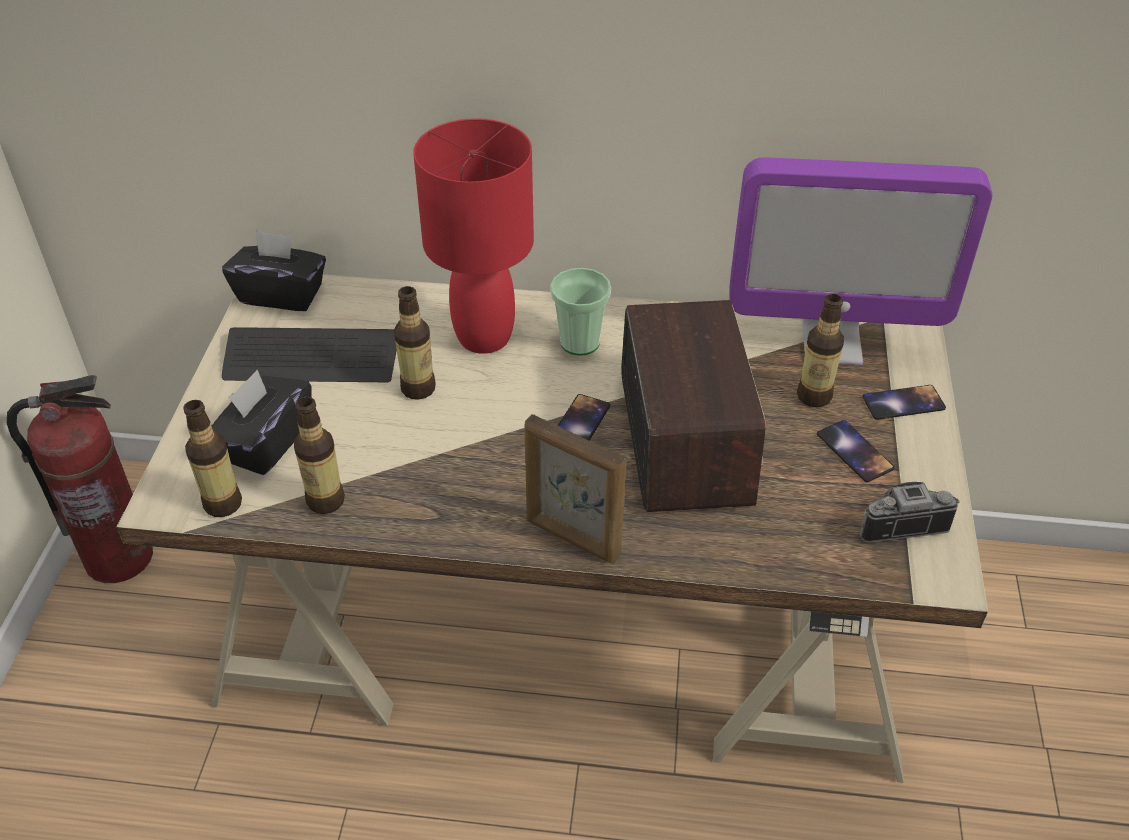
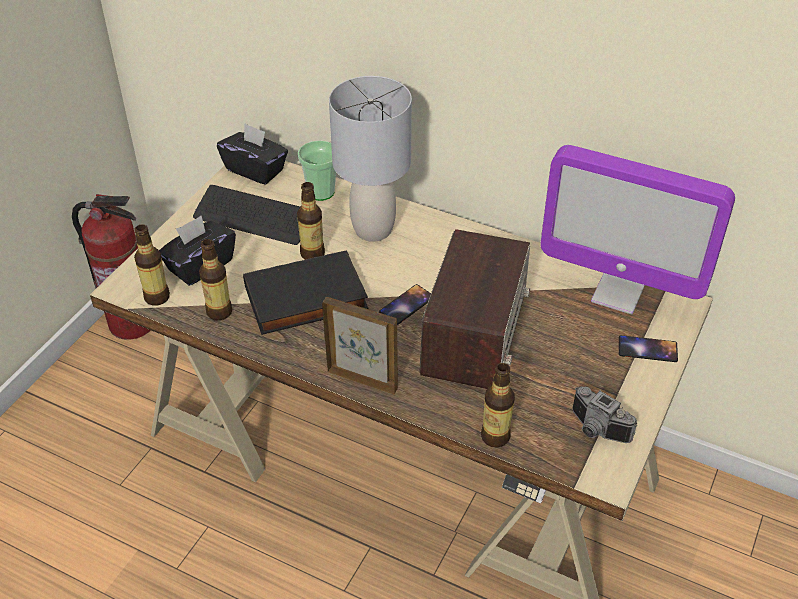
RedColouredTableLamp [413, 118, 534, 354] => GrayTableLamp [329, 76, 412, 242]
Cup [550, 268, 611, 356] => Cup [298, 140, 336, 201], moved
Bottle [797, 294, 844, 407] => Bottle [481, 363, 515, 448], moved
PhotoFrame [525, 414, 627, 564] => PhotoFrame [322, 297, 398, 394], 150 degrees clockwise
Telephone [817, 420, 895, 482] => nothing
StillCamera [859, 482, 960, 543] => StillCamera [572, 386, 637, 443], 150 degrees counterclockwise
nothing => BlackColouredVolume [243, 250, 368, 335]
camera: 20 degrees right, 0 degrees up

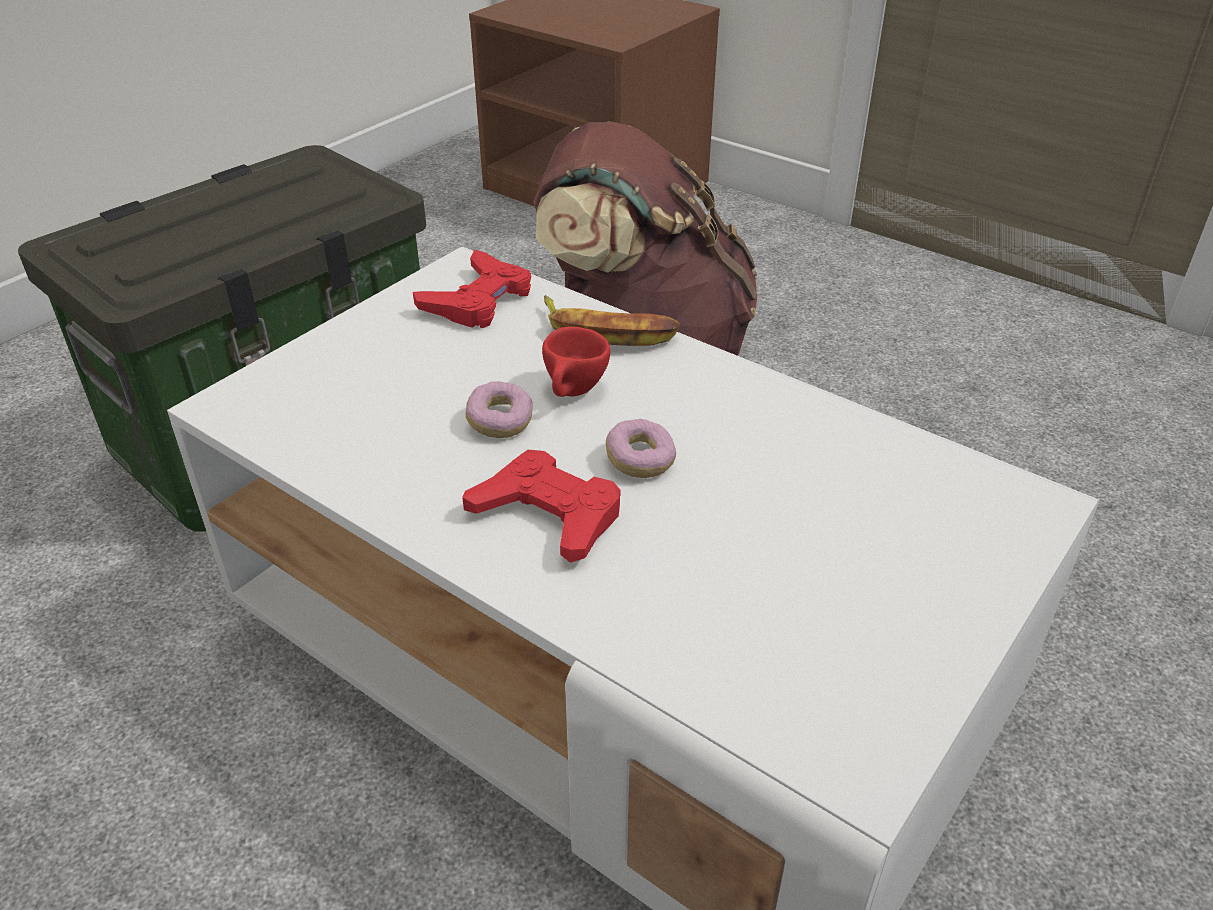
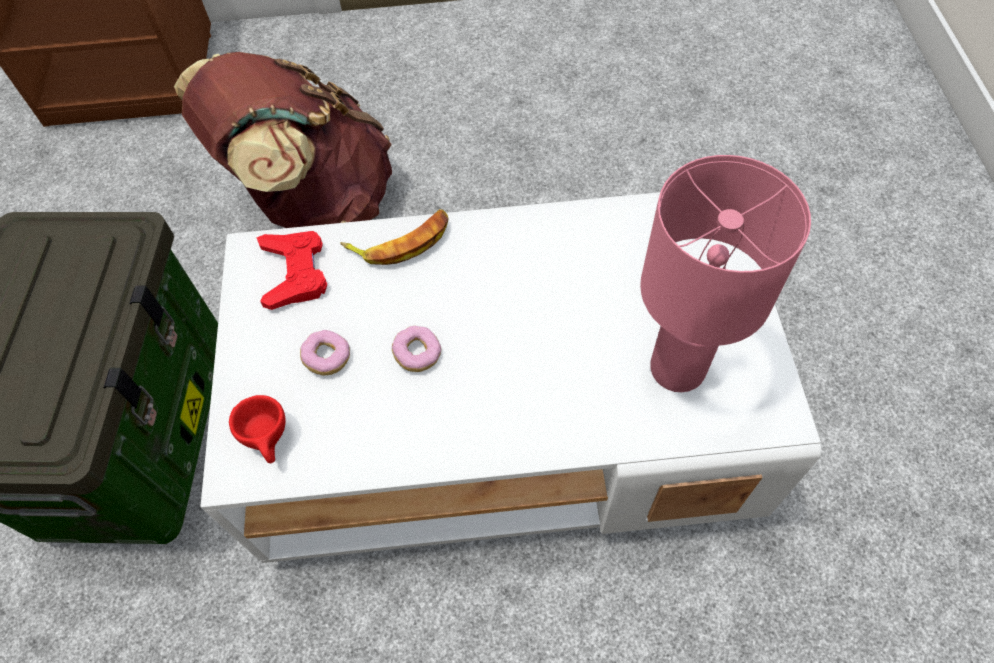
RedColouredCup [542, 327, 610, 397] => RedColouredCup [229, 395, 286, 463], moved
RingDoughnut [606, 419, 676, 478] => RingDoughnut [300, 330, 350, 376], moved
RedColouredGameController [462, 450, 621, 563] => nothing
nothing => PinkishTableLamp [640, 155, 811, 392]
camera: 40 degrees left, 20 degrees up

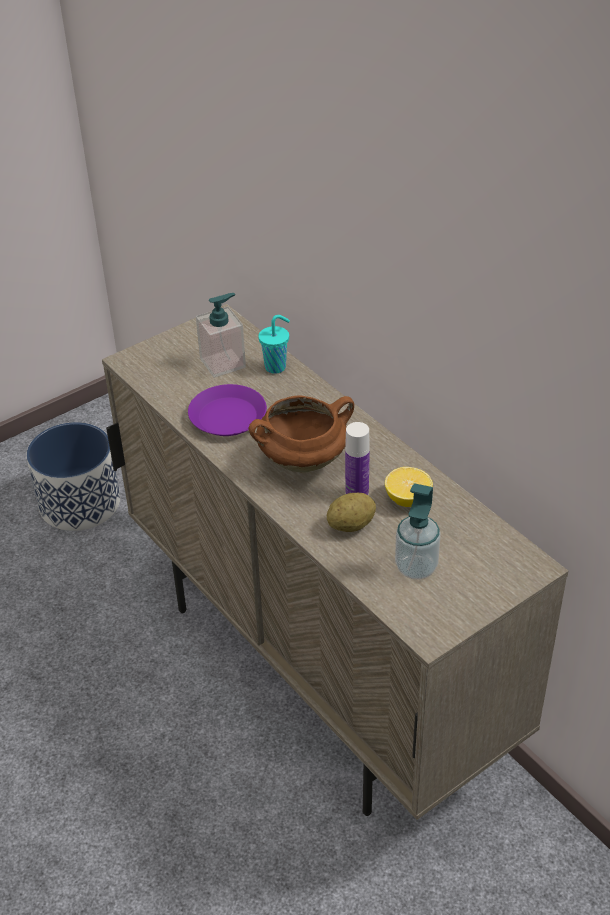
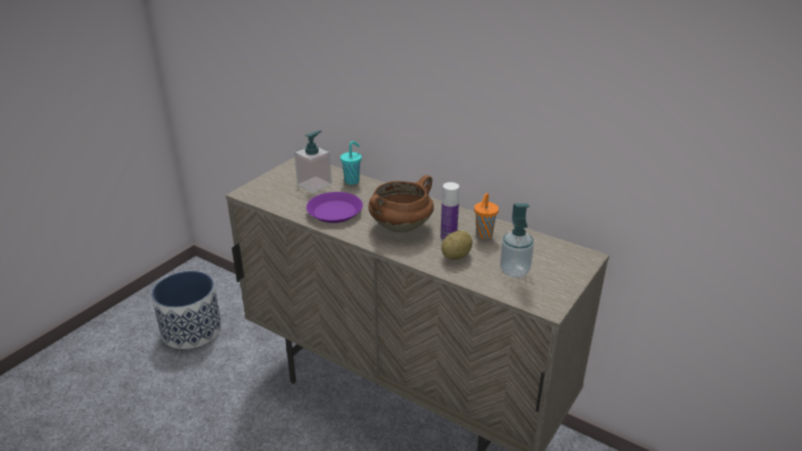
CitrusFruit [385, 467, 433, 507] => OrangeCup [474, 193, 499, 239]
camera: 20 degrees left, 10 degrees down

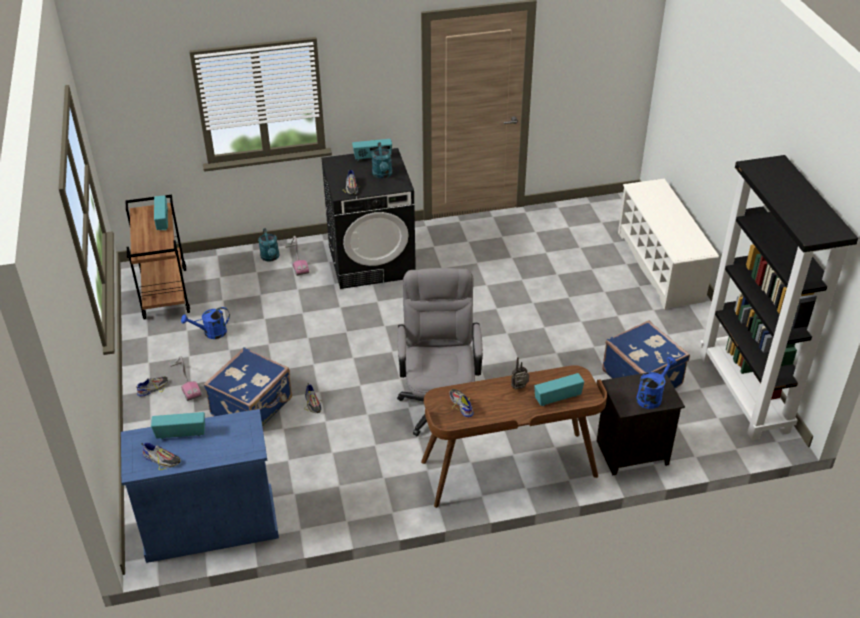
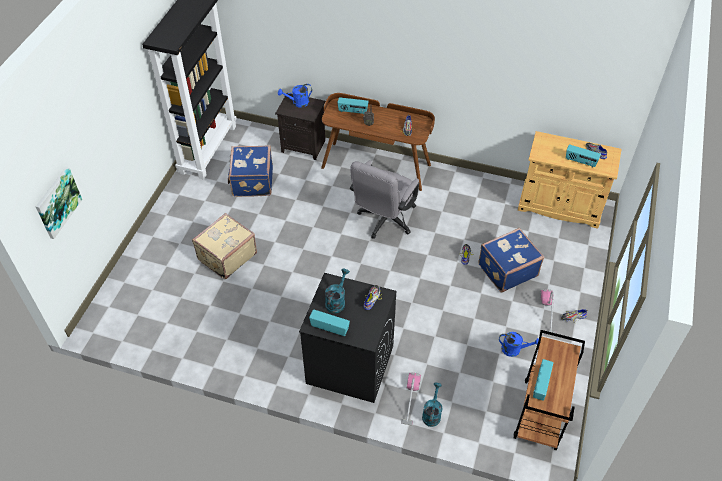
WhiteShoeRack [618, 179, 719, 310] => nothing
BlueColouredCabinet [121, 409, 279, 563] => BeigeColouredCabinet [518, 131, 622, 229]
nothing => Picture [36, 167, 82, 239]
nothing => BeigeColouredSuitcase [192, 213, 257, 279]
camera: 150 degrees left, 10 degrees up

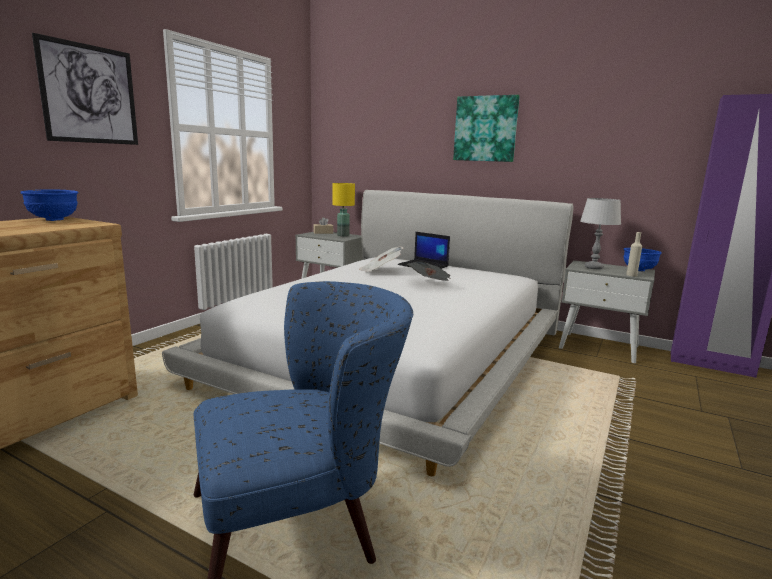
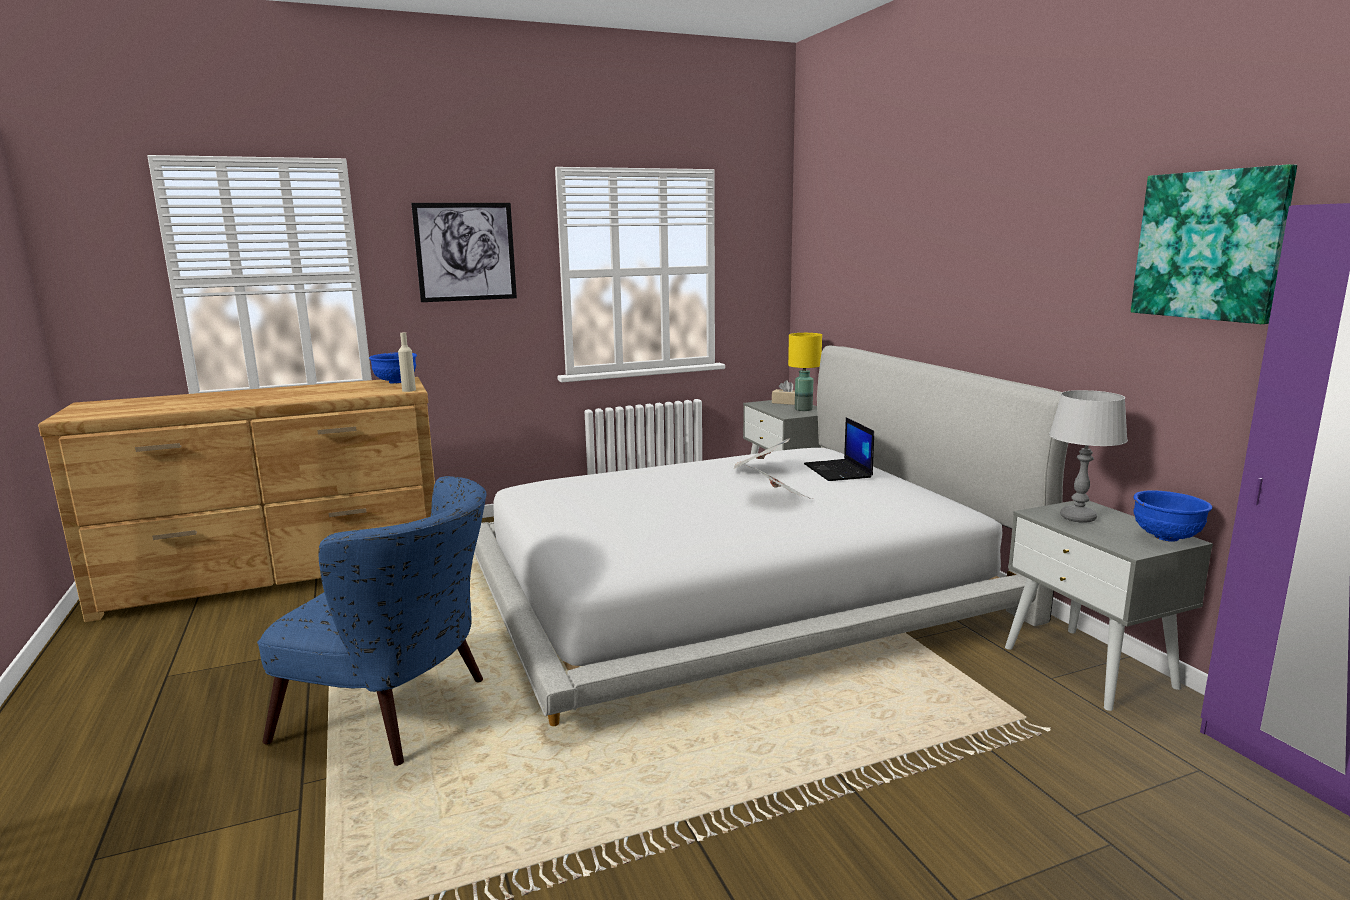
Picture [453, 95, 520, 162] => Picture [1131, 164, 1297, 324], moved
BeigeColouredBottle [626, 232, 642, 276] => BeigeColouredBottle [398, 332, 416, 392], moved
camera: 40 degrees right, 0 degrees up

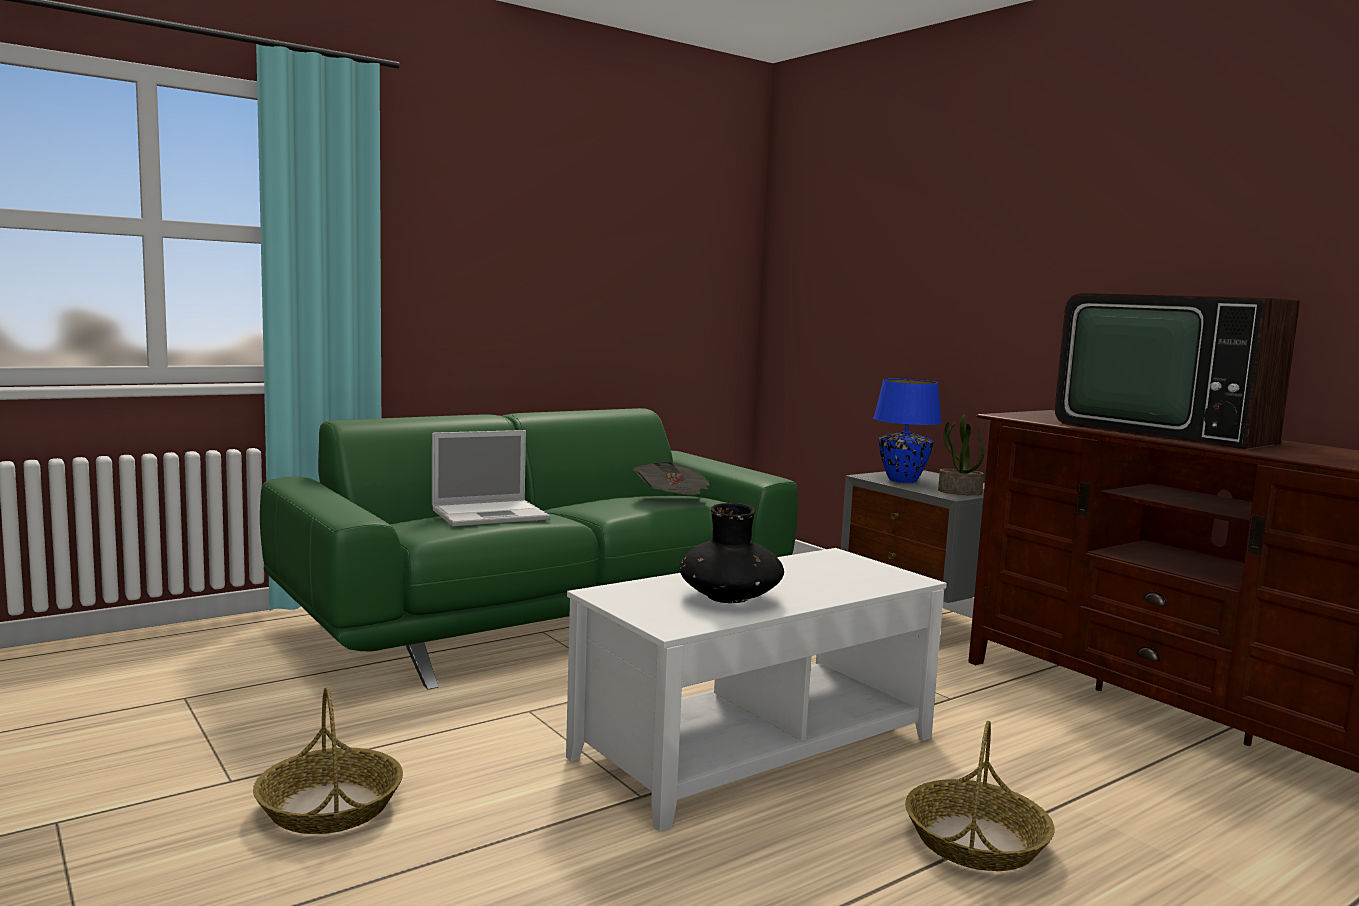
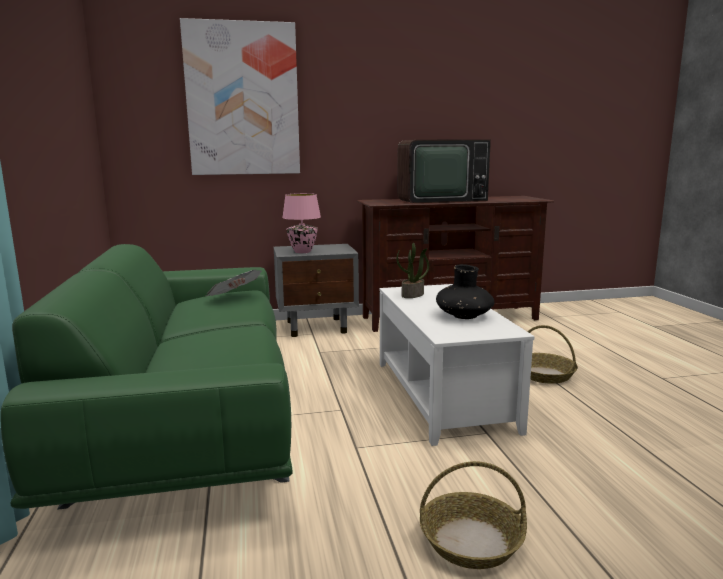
BlueColouredTableLamp [873, 379, 942, 483] => PinkishTableLamp [282, 193, 321, 253]
Houseplant [938, 414, 984, 495] => Houseplant [396, 243, 429, 298], moved
PortableComputer [432, 430, 550, 526] => nothing
nothing => Picture [180, 18, 300, 175]
camera: 65 degrees left, 5 degrees up

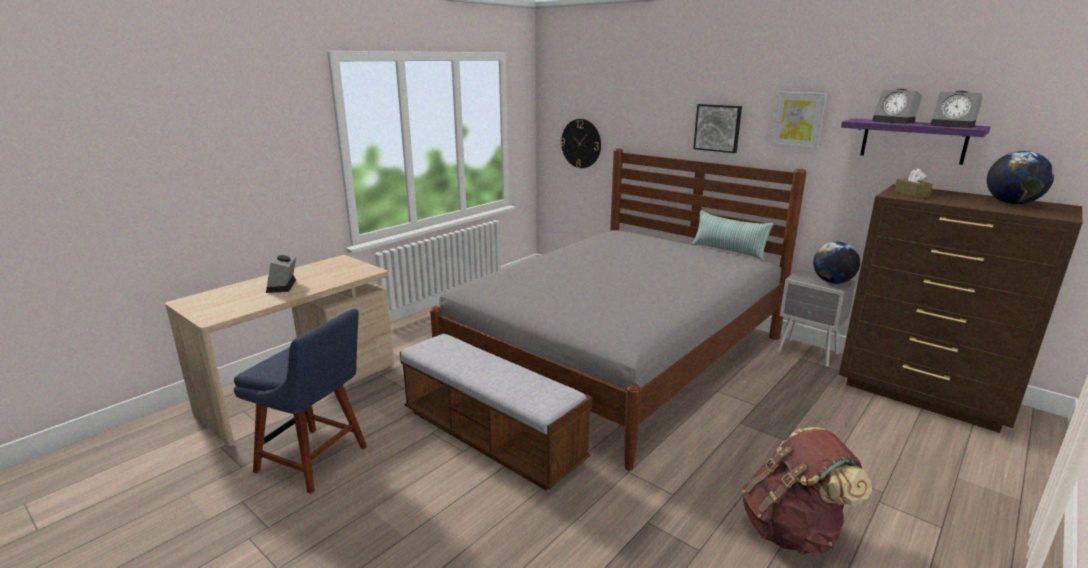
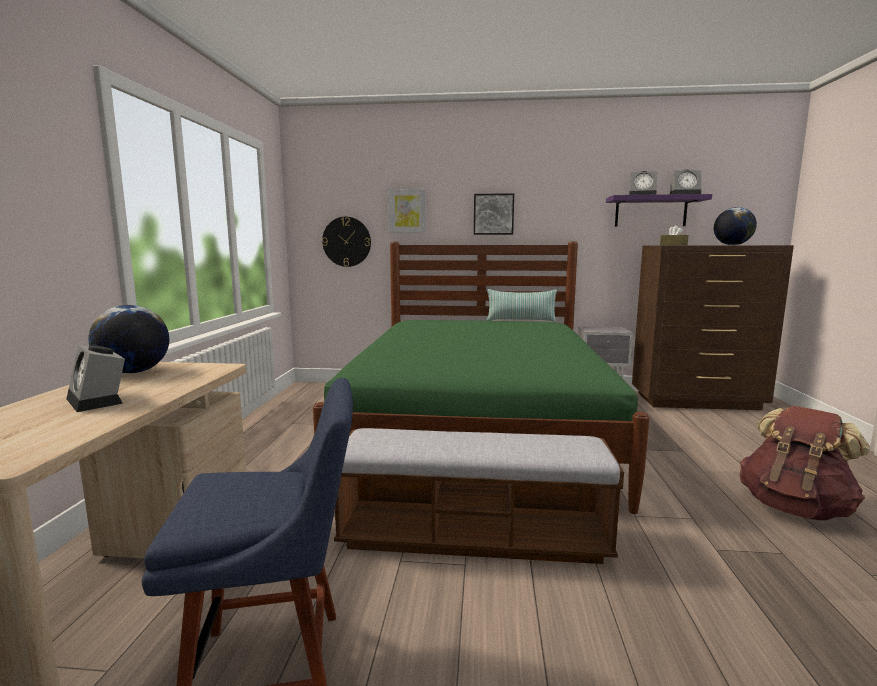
Picture [771, 92, 827, 149] => Picture [389, 189, 426, 233], moved
GrayBed [430, 148, 807, 471] => GreenBed [313, 242, 650, 514]
Globe [813, 241, 860, 284] => Globe [88, 305, 169, 373], moved
camera: 35 degrees left, 10 degrees down

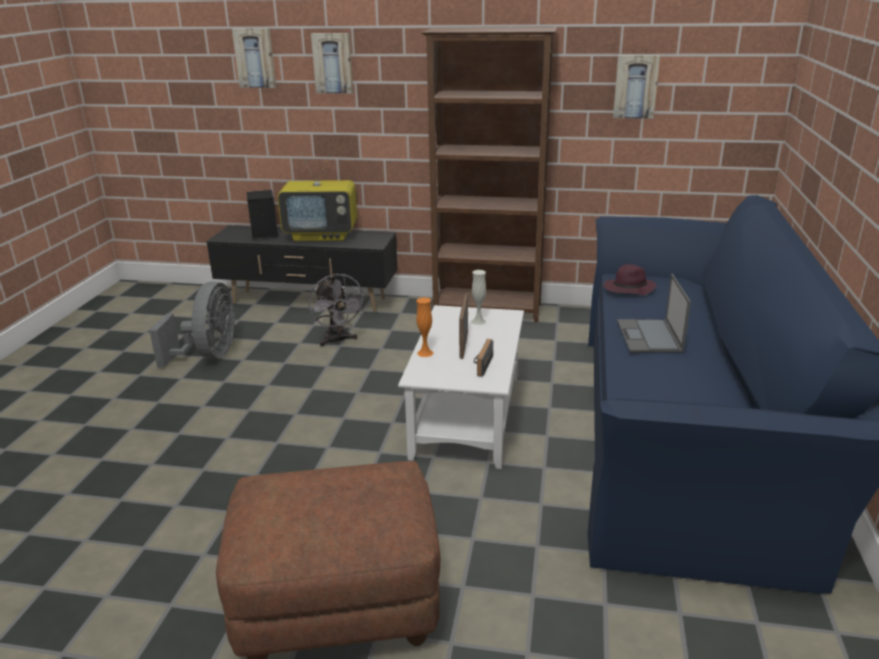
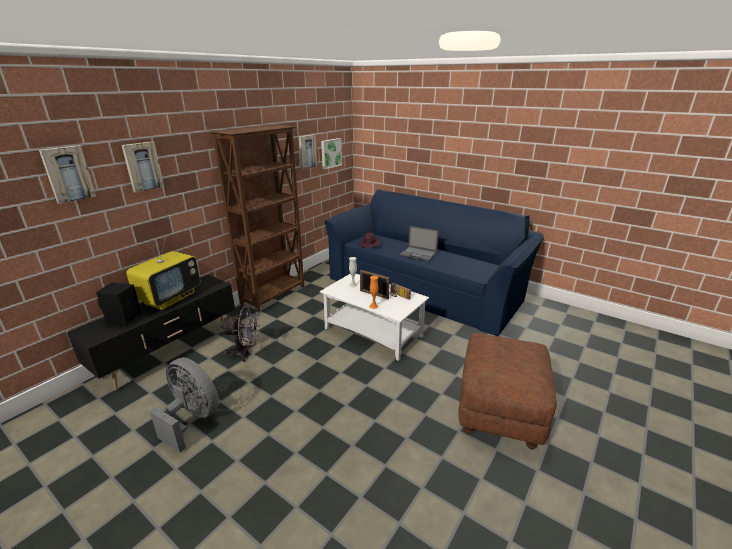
nothing => Picture [321, 138, 342, 169]
camera: 65 degrees left, 0 degrees up

